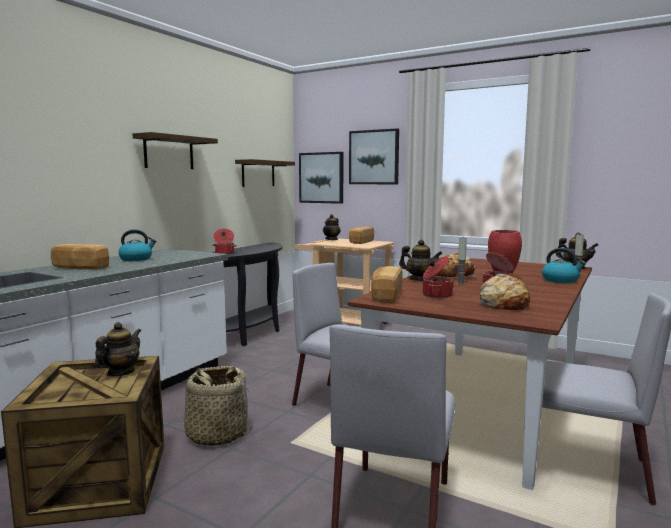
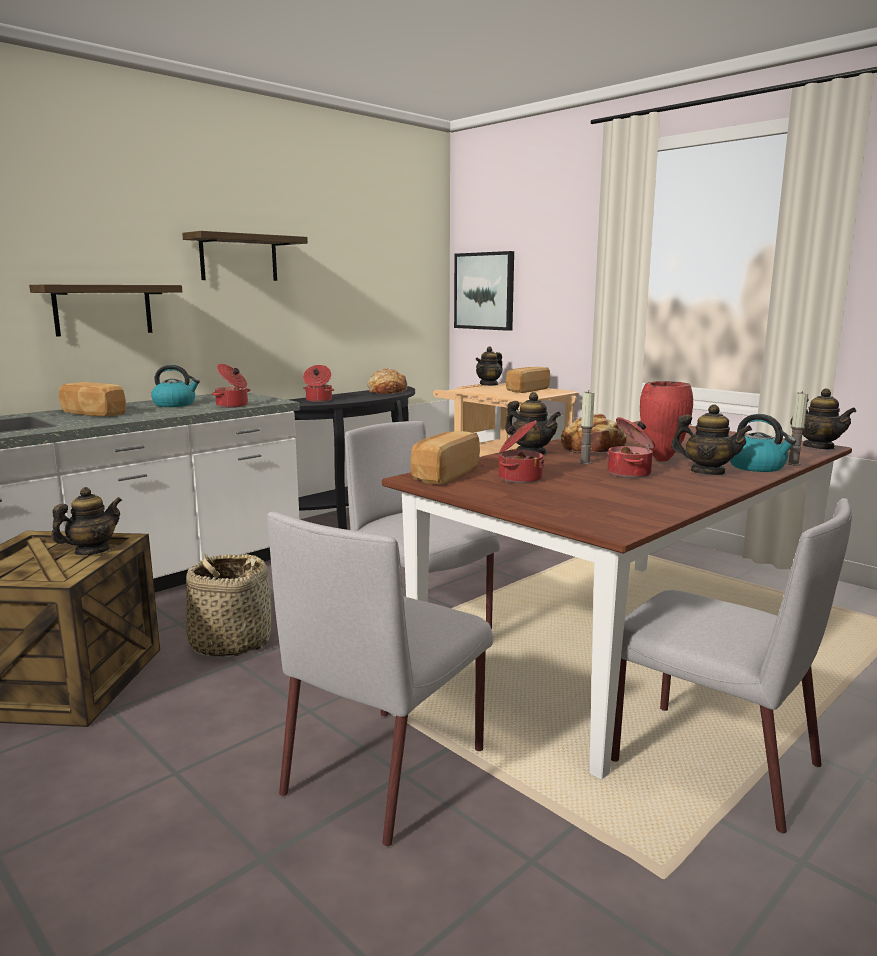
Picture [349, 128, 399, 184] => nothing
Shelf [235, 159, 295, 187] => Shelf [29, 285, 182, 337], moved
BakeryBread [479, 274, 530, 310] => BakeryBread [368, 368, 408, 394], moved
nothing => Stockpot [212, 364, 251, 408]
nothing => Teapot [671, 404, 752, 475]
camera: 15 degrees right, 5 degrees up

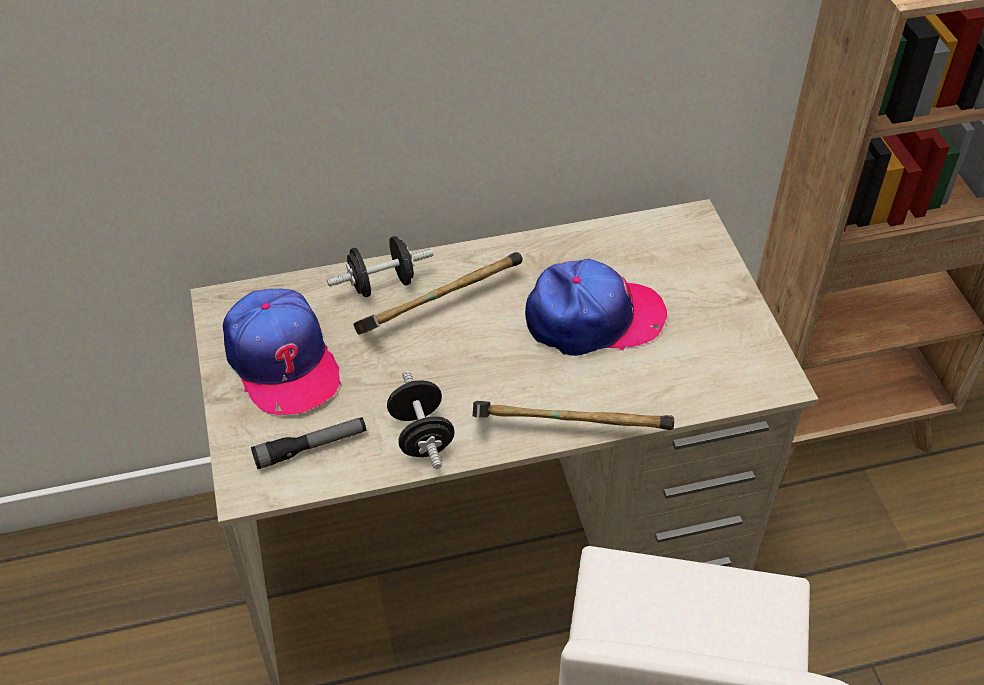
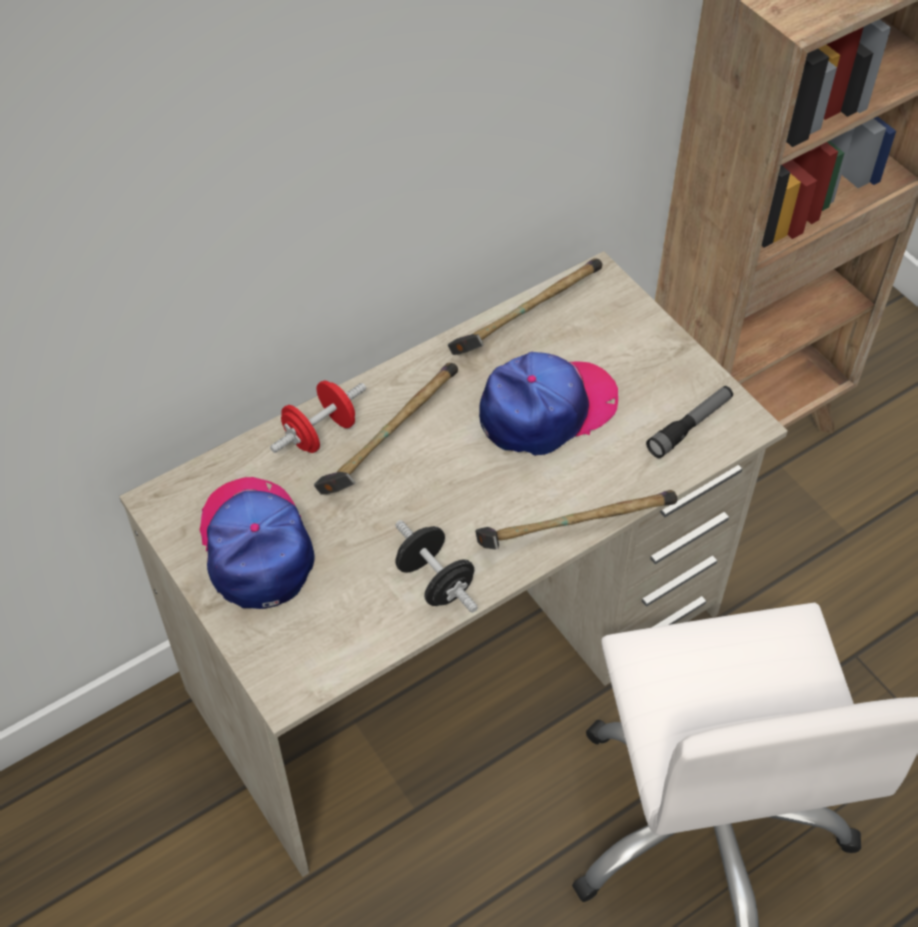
BlackColouredDumbbell [327, 236, 434, 297] => RedColouredDumbbell [270, 381, 366, 453]
BaseballCap [223, 289, 342, 415] => BaseballCap [200, 477, 315, 609], 150 degrees counterclockwise
HandTorch [251, 417, 366, 469] => HandTorch [646, 386, 733, 458], moved
nothing => Hammer [448, 258, 602, 355]
camera: 20 degrees left, 5 degrees up

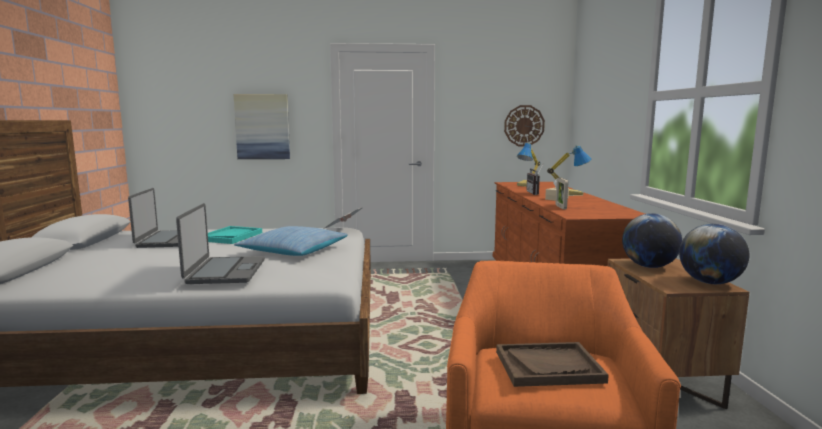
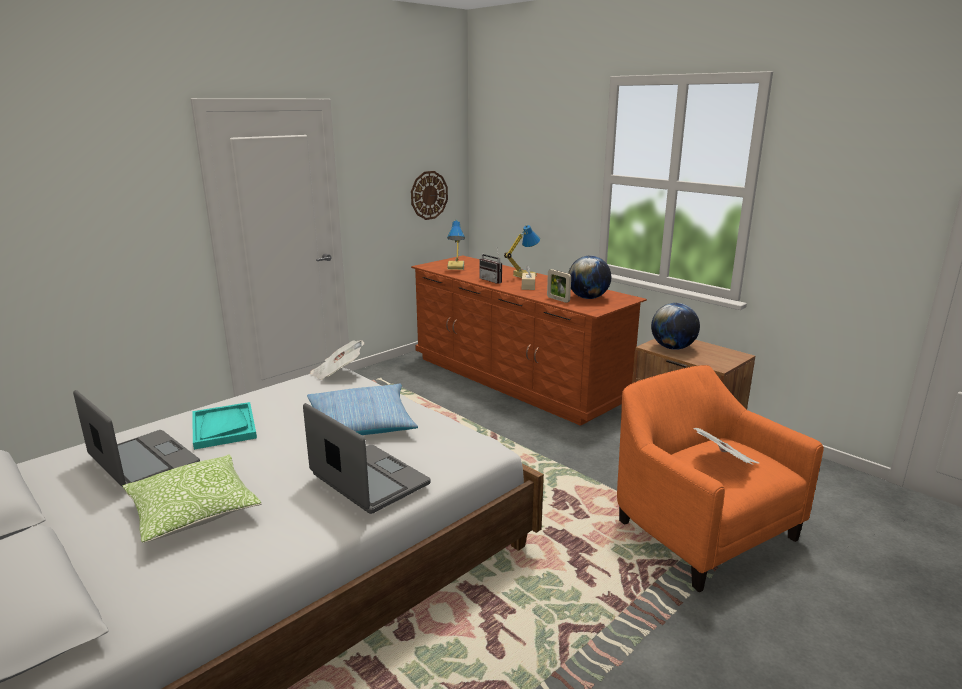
Picture [233, 94, 290, 159] => nothing
Globe [679, 224, 749, 284] => Globe [568, 256, 611, 299], moved
BrownTray [496, 342, 609, 387] => PrintedPaper [693, 428, 759, 465]
nothing => Pillow [123, 454, 262, 543]
camera: 40 degrees left, 10 degrees up

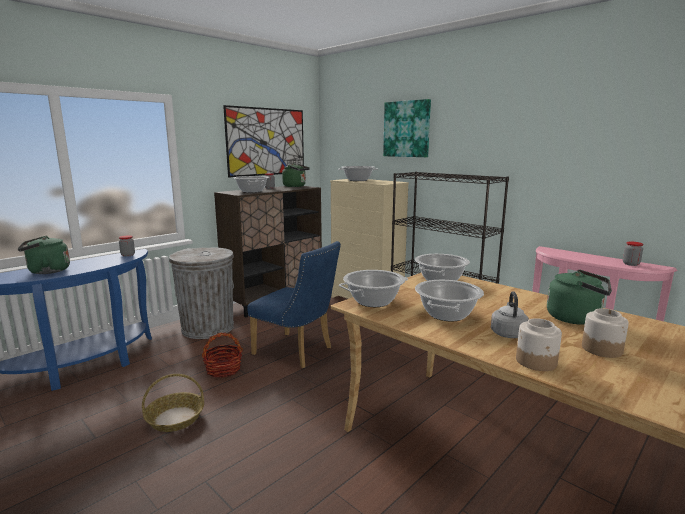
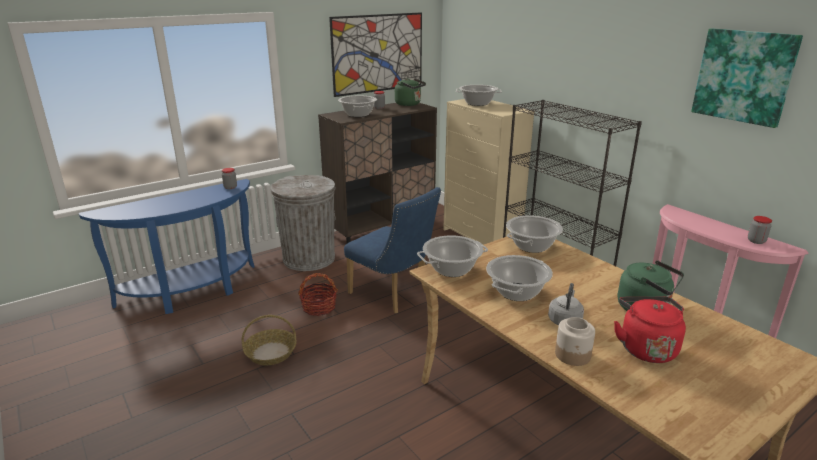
Picture [383, 99, 431, 157] => Picture [691, 28, 803, 128], moved
GreenWaterKettle [18, 236, 70, 274] => nothing
PreserveJar [582, 308, 629, 358] => RedColouredWaterKettle [614, 297, 686, 363]
camera: 10 degrees right, 10 degrees up

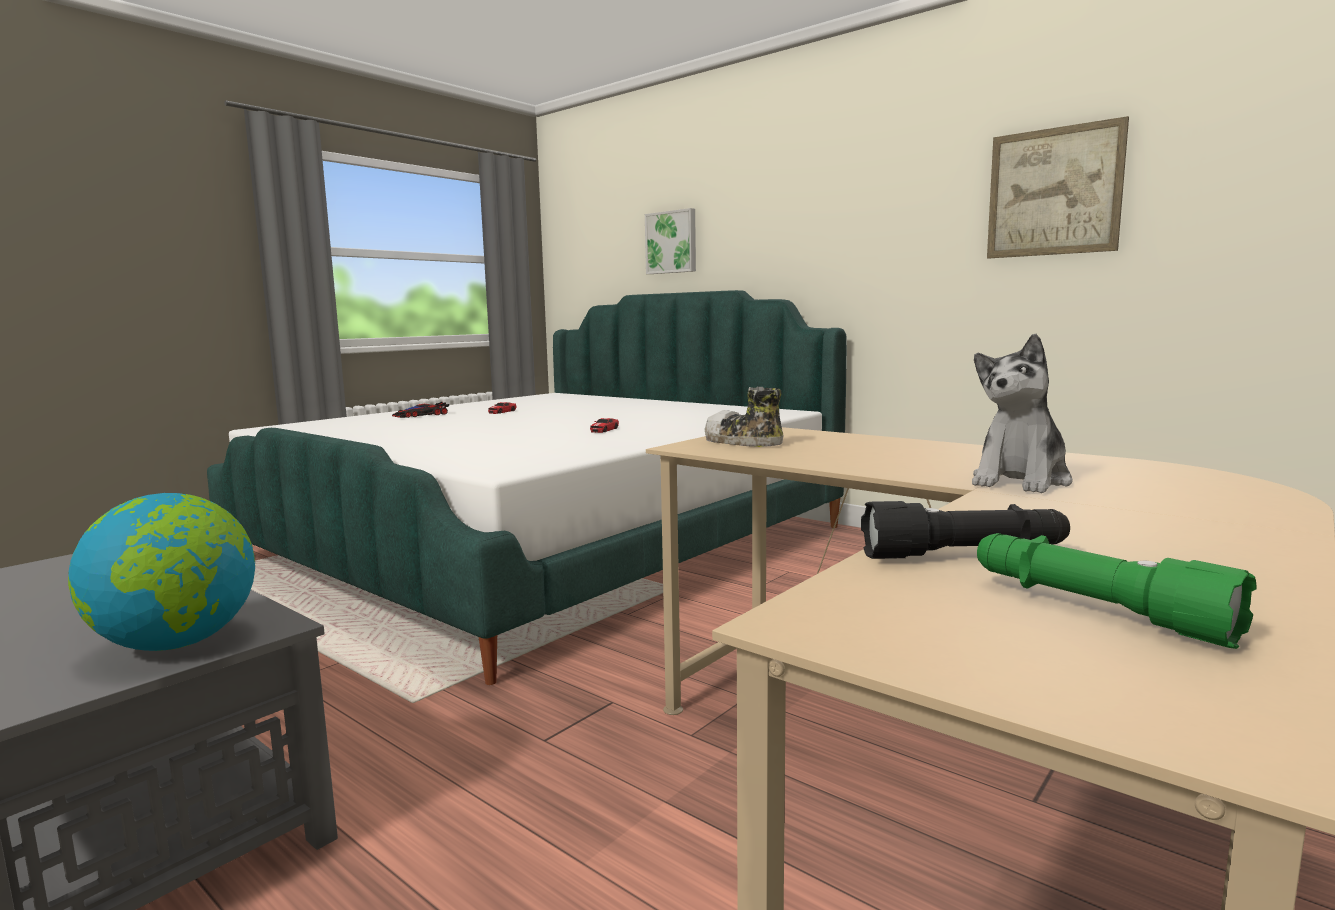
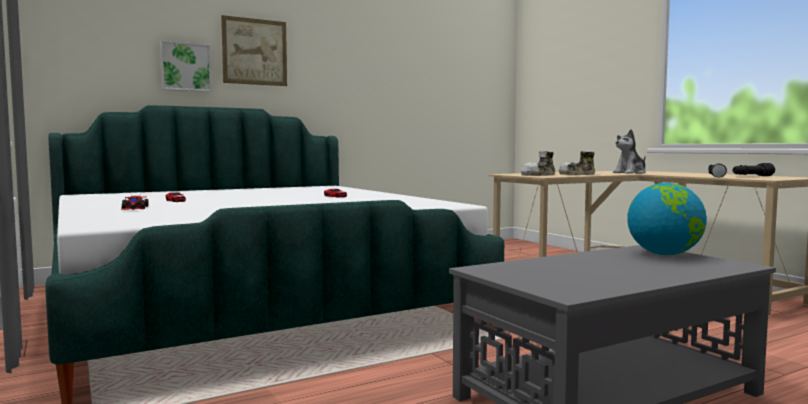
Picture [987, 116, 1129, 259] => Picture [221, 15, 287, 86], moved
PlushToy [972, 334, 1073, 493] => PlushToy [613, 129, 646, 174], 90 degrees clockwise
GreenHandTorch [977, 533, 1257, 649] => BlackColouredHandTorch [733, 163, 775, 176]
nothing => Shoe [559, 151, 595, 175]
camera: 70 degrees left, 5 degrees down

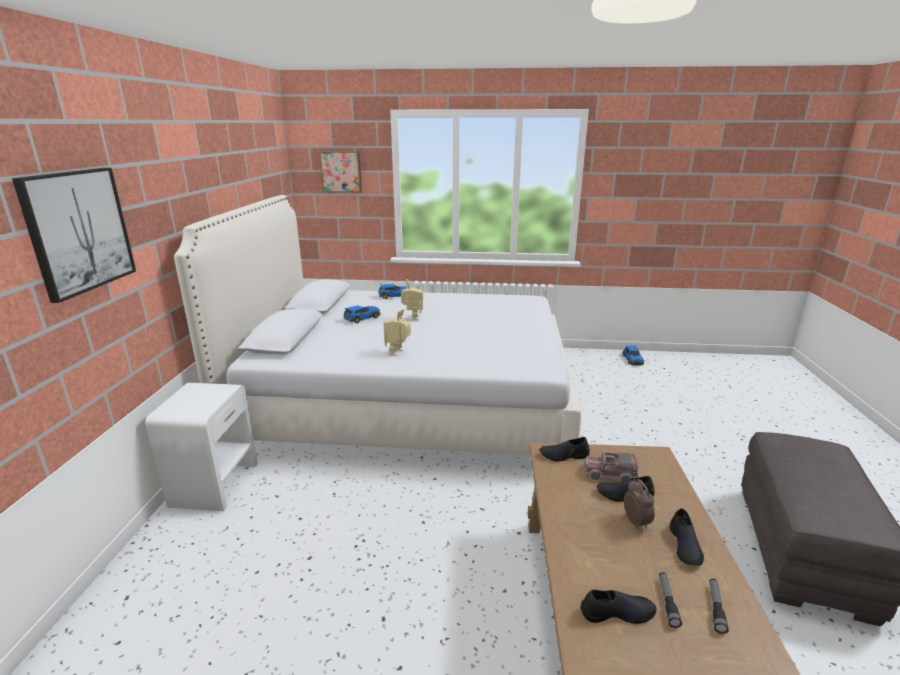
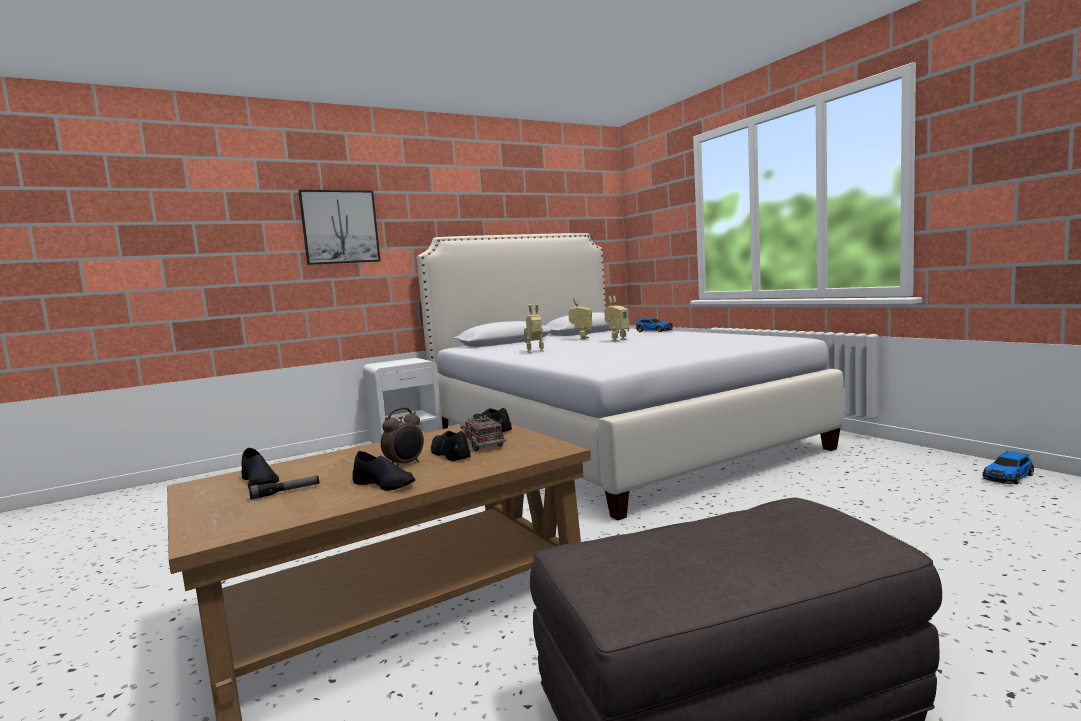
Picture [319, 151, 362, 193] => nothing
ToyCar [343, 305, 380, 323] => ModelRobot [568, 298, 592, 340]
BlackColouredShoe [670, 508, 704, 565] => BlackColouredShoe [352, 451, 415, 491], 120 degrees counterclockwise
HandTorch [710, 578, 729, 634] => nothing
camera: 55 degrees right, 15 degrees down

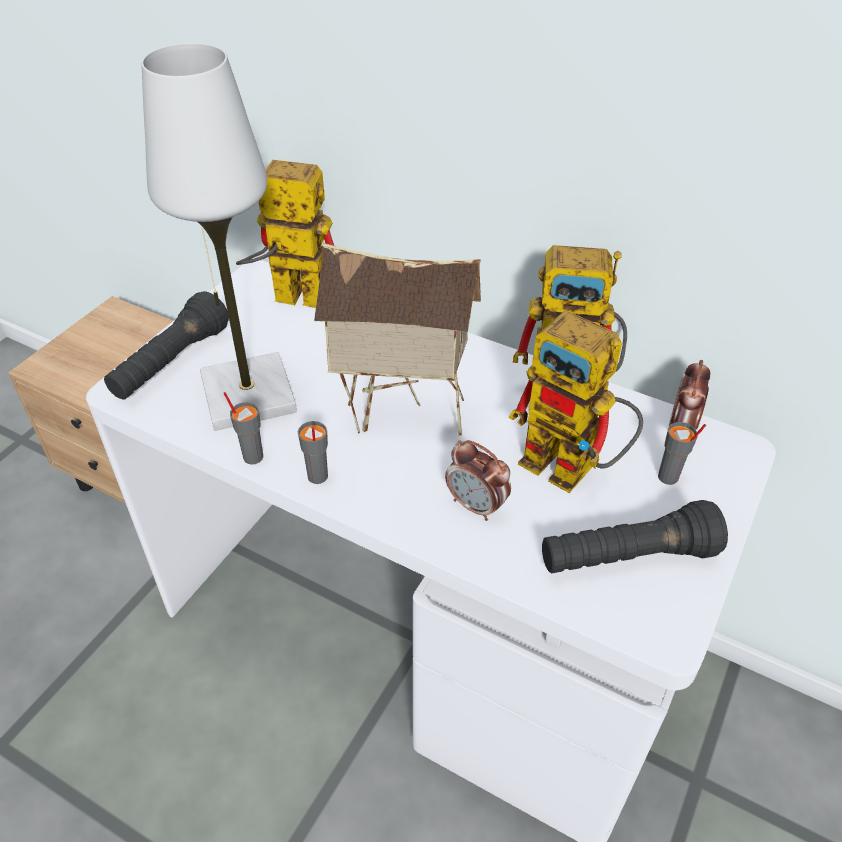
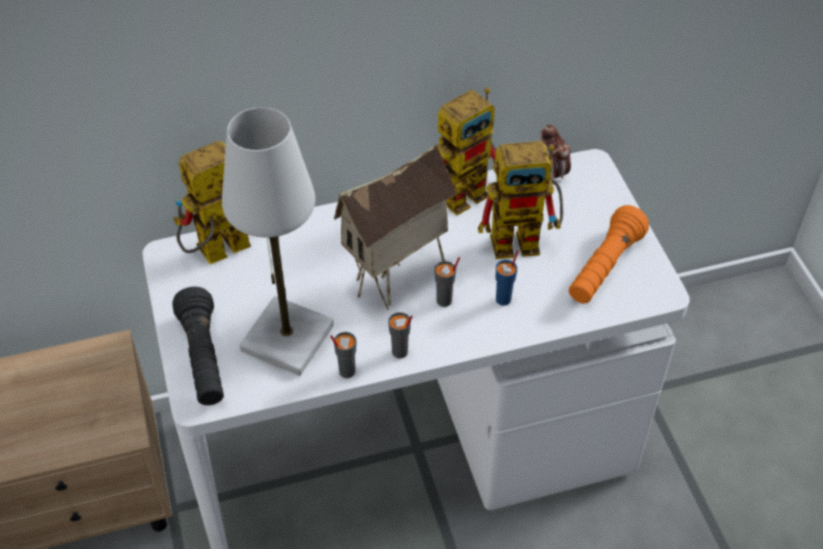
GrayCup [658, 422, 706, 485] => GrayCup [434, 257, 460, 307], moved
BedsideClock [445, 440, 511, 521] => BlueColouredCup [496, 250, 518, 306]
BlackColouredHandTorch [542, 500, 728, 573] => OrangeHandTorch [569, 205, 649, 304]
camera: 45 degrees left, 5 degrees up

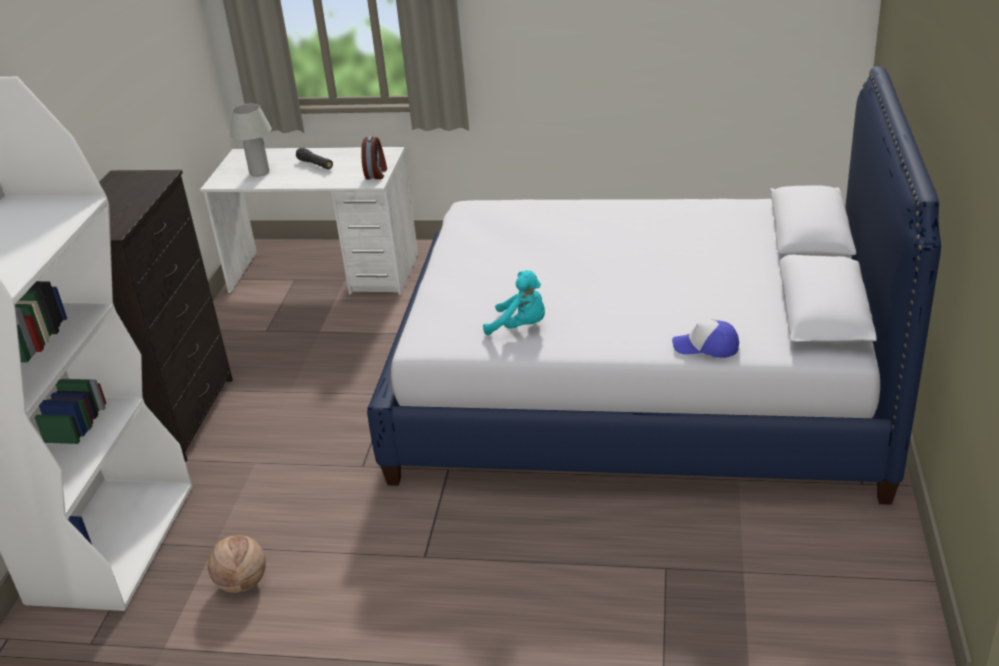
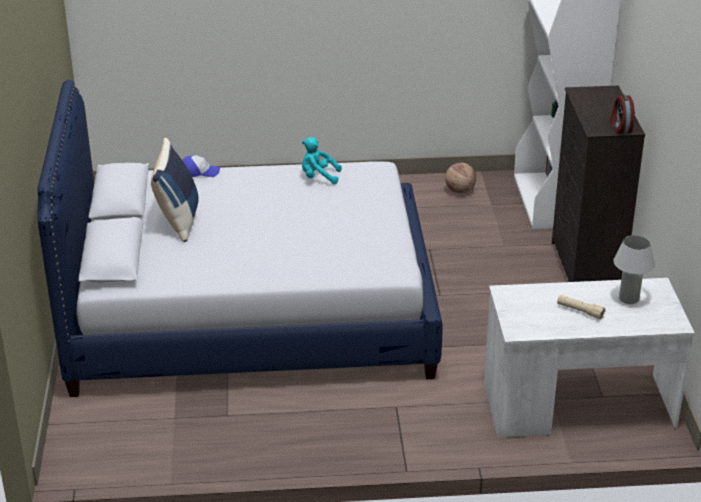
BedsideClock [361, 136, 387, 179] => BedsideClock [610, 95, 635, 134], moved
BlackColouredHandTorch [296, 148, 333, 169] => BeigeColouredHandTorch [557, 295, 606, 319]
nothing => BlueColouredPillow [151, 138, 199, 242]
camera: 165 degrees right, 0 degrees up

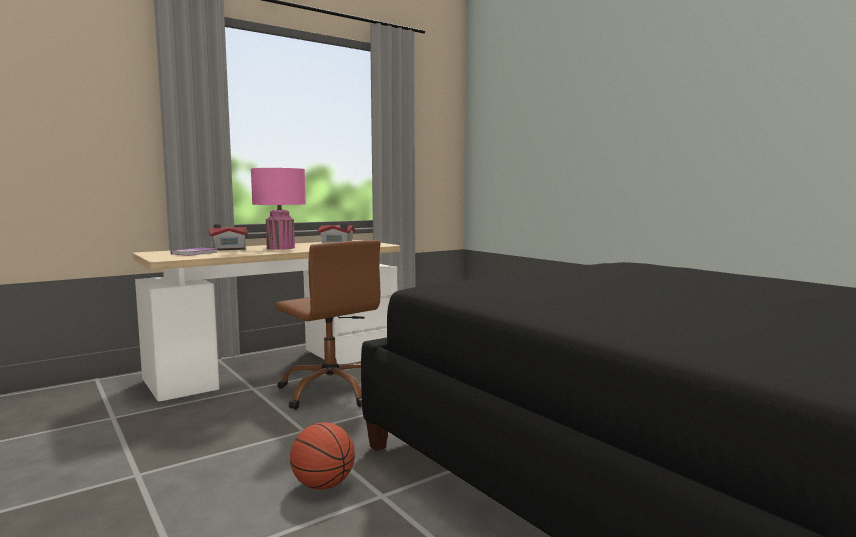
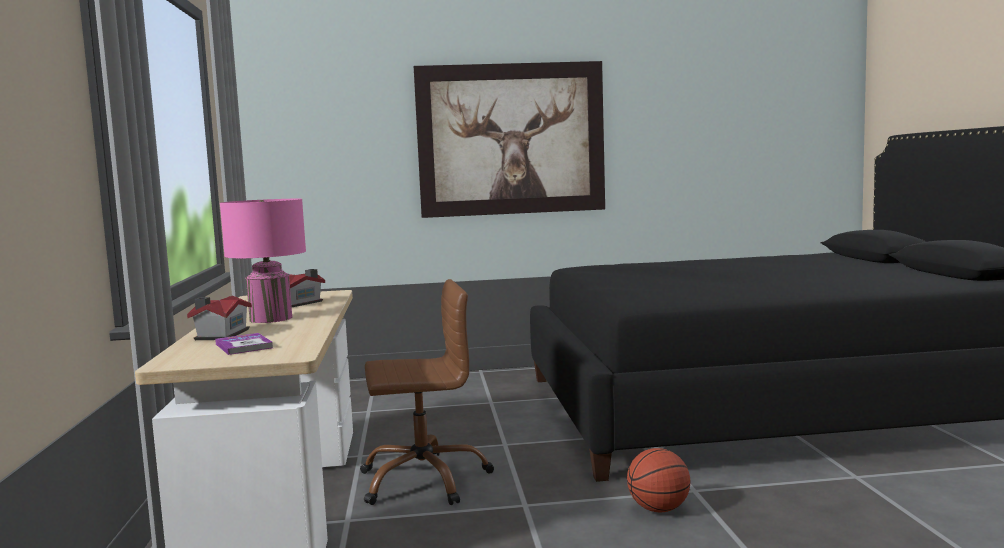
nothing => Picture [414, 61, 605, 218]
camera: 60 degrees left, 0 degrees up

